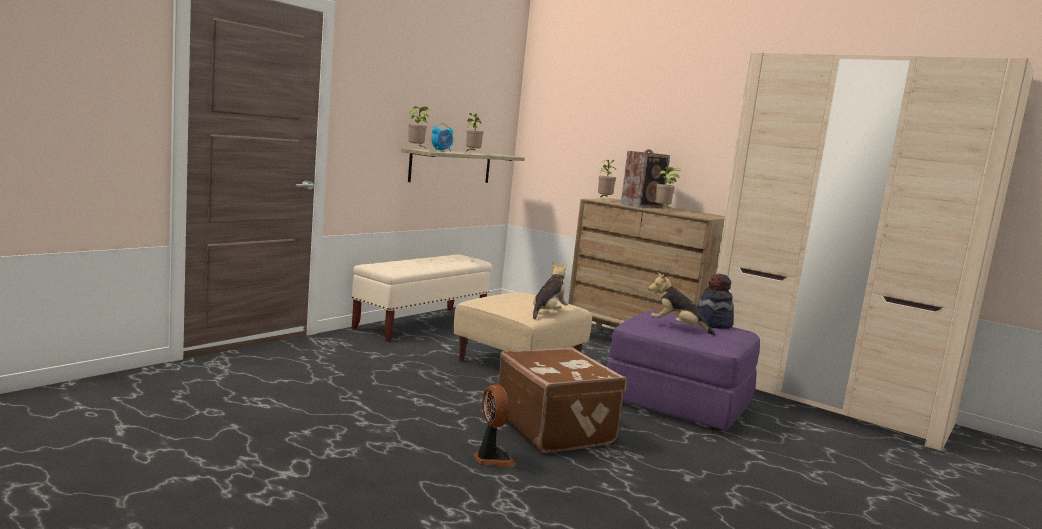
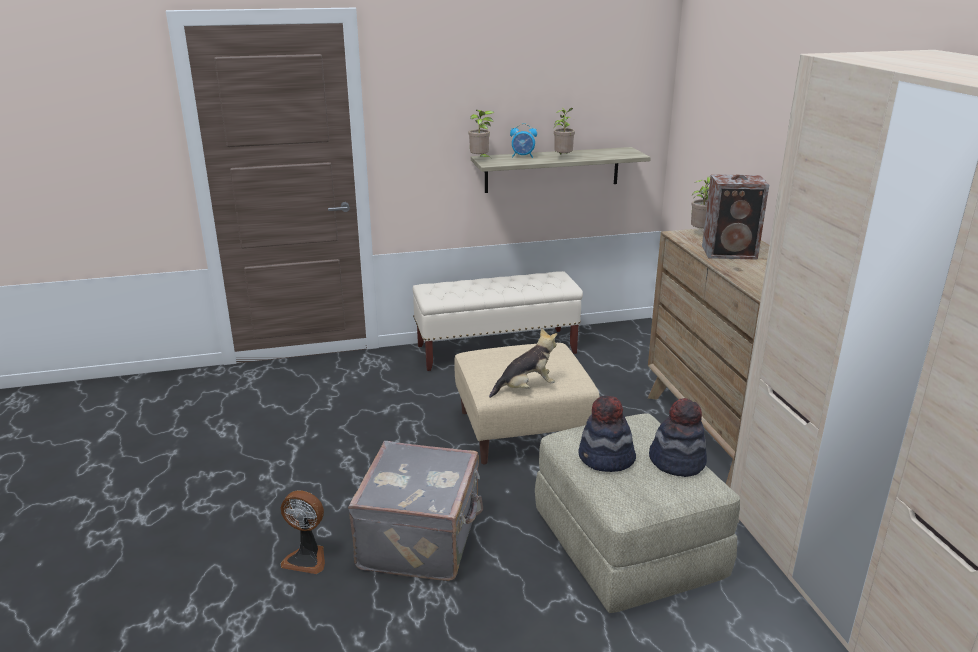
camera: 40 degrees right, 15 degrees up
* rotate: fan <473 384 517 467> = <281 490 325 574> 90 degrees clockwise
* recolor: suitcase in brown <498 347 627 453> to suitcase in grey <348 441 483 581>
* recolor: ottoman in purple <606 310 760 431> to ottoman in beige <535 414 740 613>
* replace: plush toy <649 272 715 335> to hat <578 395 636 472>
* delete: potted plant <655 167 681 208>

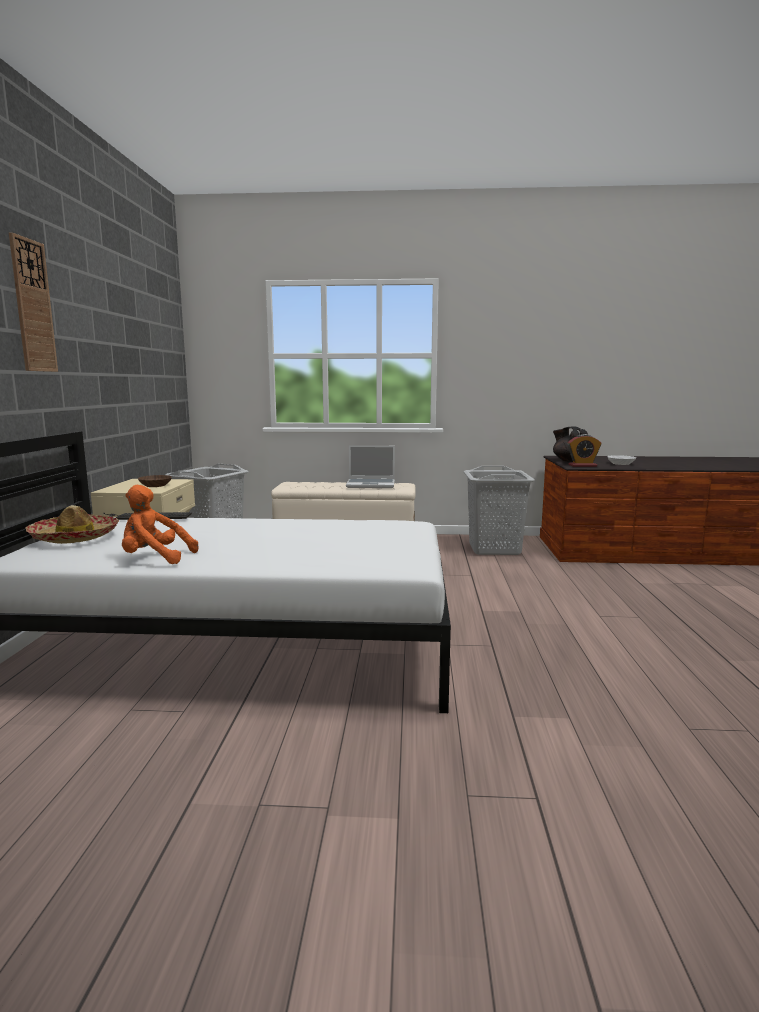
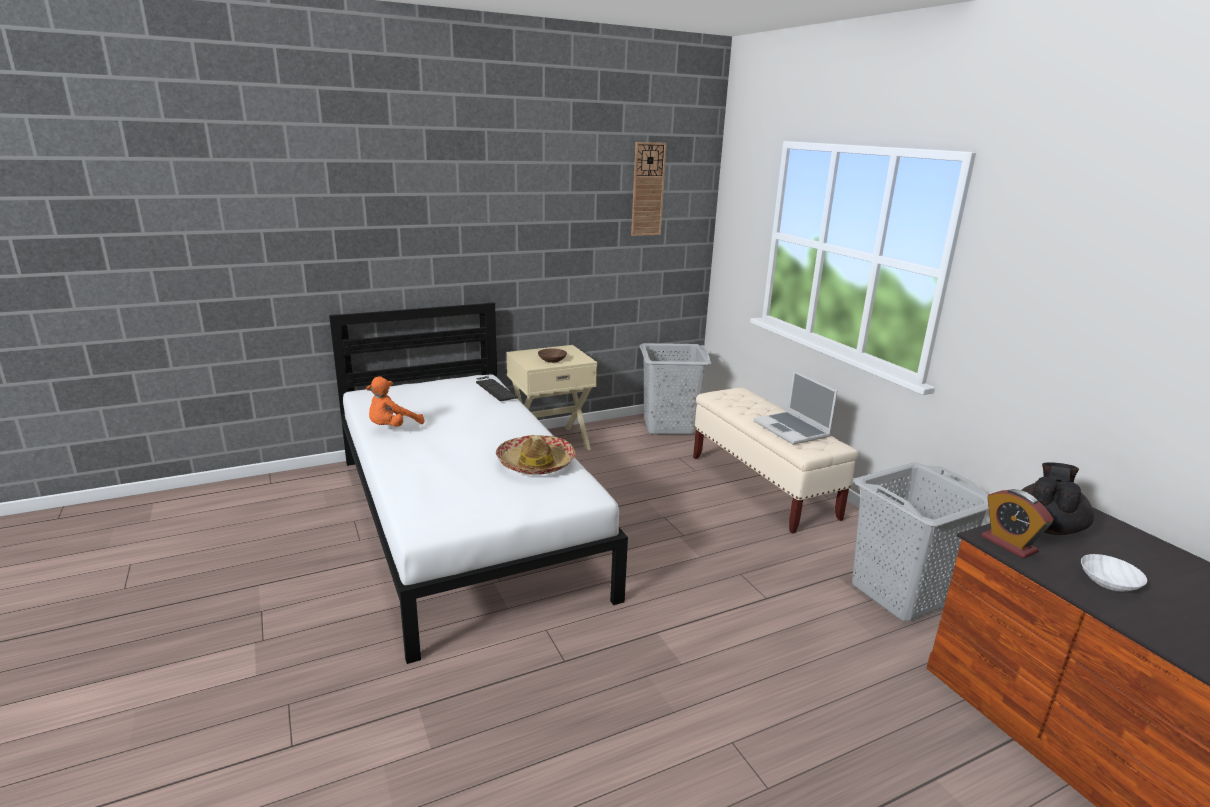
camera: 60 degrees right, 10 degrees up
* rotate: plush toy in orange <122 485 199 564> = <366 377 424 427> 120 degrees counterclockwise
* move: hat <26 505 119 544> to <496 435 575 475>
* move: wall clock <9 232 58 372> to <631 142 667 236>

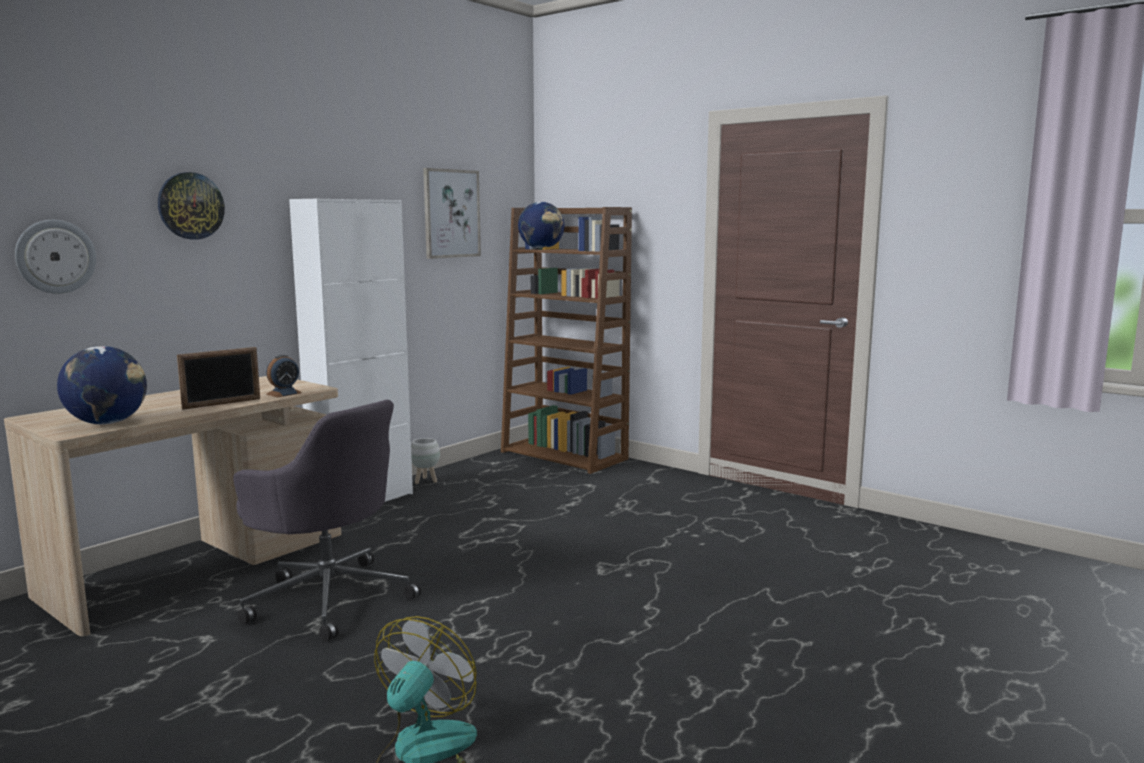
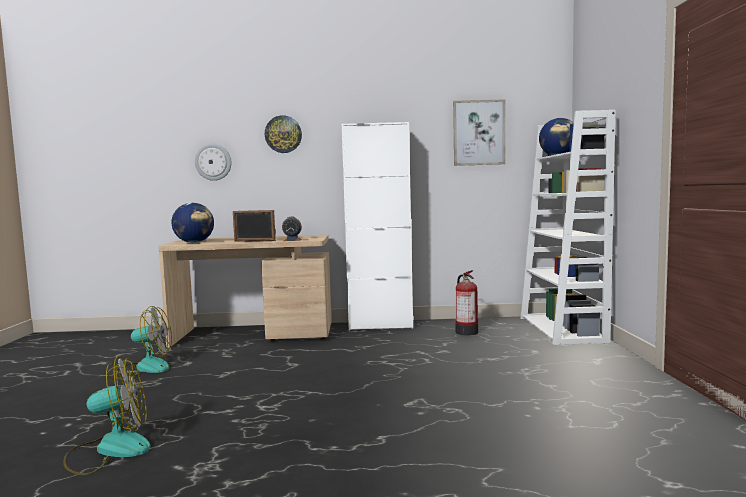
camera: 50 degrees right, 5 degrees down
* insert: fan <113 306 172 380>
* insert: fire extinguisher <455 270 478 335>
* recolor: bookcase in brown <501 207 632 474> to bookcase in white <520 110 616 345>
* delete: office chair in grey <233 400 421 641>
* delete: planter in white <411 438 440 484>

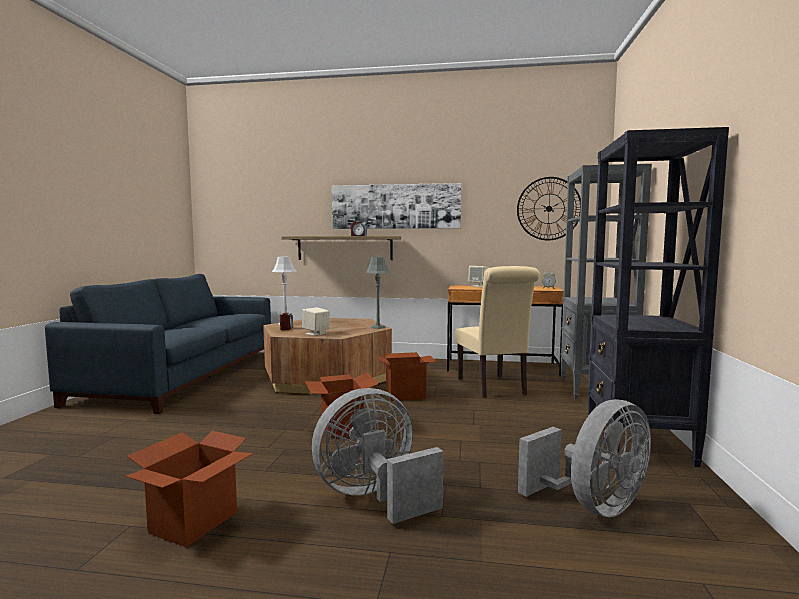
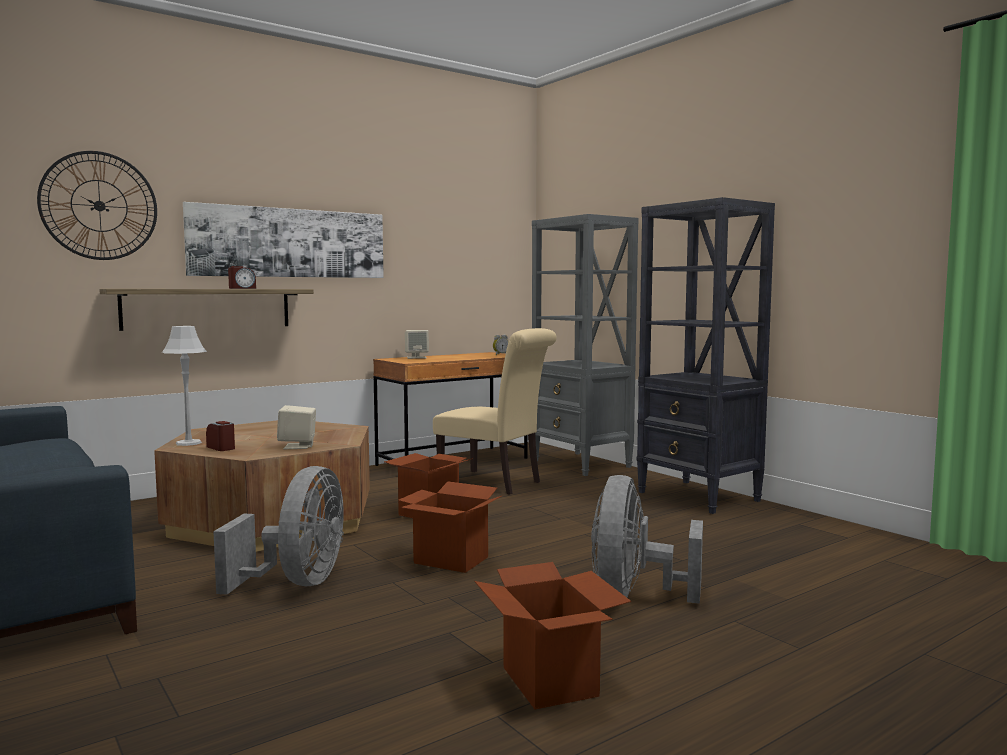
camera: 45 degrees left, 0 degrees up
* move: wall clock <517 177 581 240> to <37 151 157 260>
* move: fan in grey <518 399 651 517> to <213 466 344 595>
* delete: table lamp in grey <365 257 391 329>

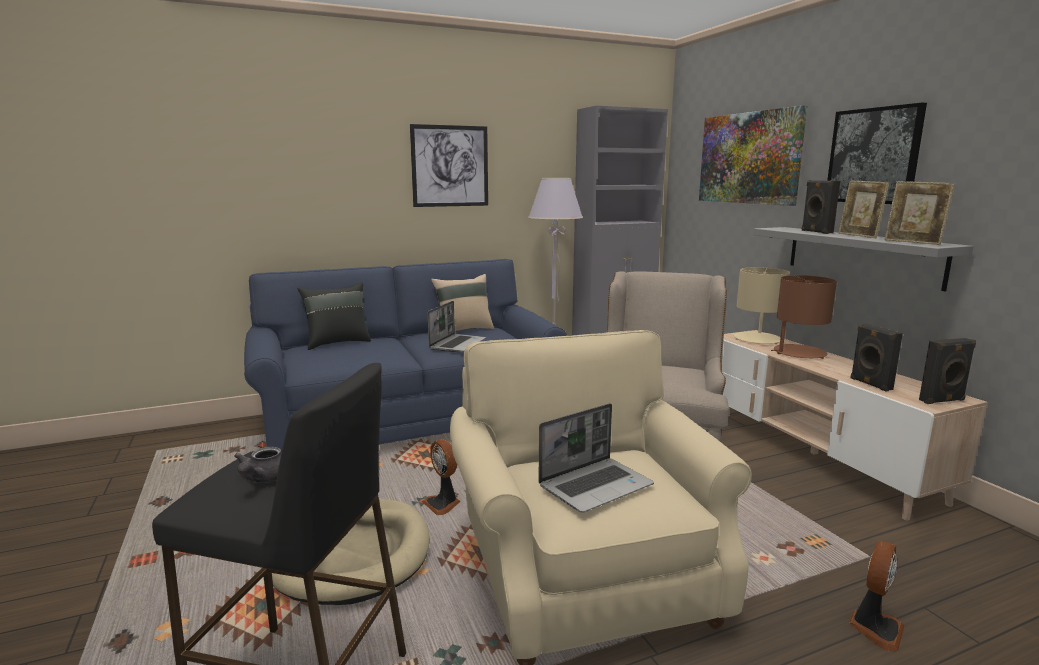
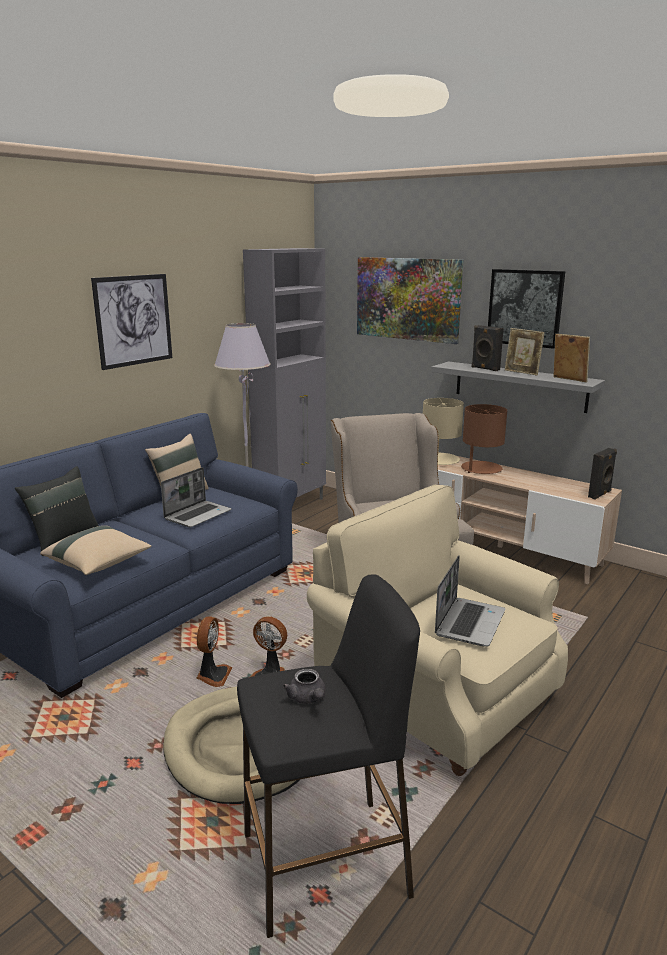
camera: 30 degrees left, 5 degrees up
* insert: pillow in beige <40 526 152 575>
* rotate: laptop <428 301 486 353> = <161 467 232 527> 45 degrees clockwise
* move: fan <849 541 905 652> to <196 617 232 687>
* rotate: picture frame <885 181 955 245> = <553 334 590 383> 150 degrees counterclockwise
* delete: speaker in black <851 323 903 392>

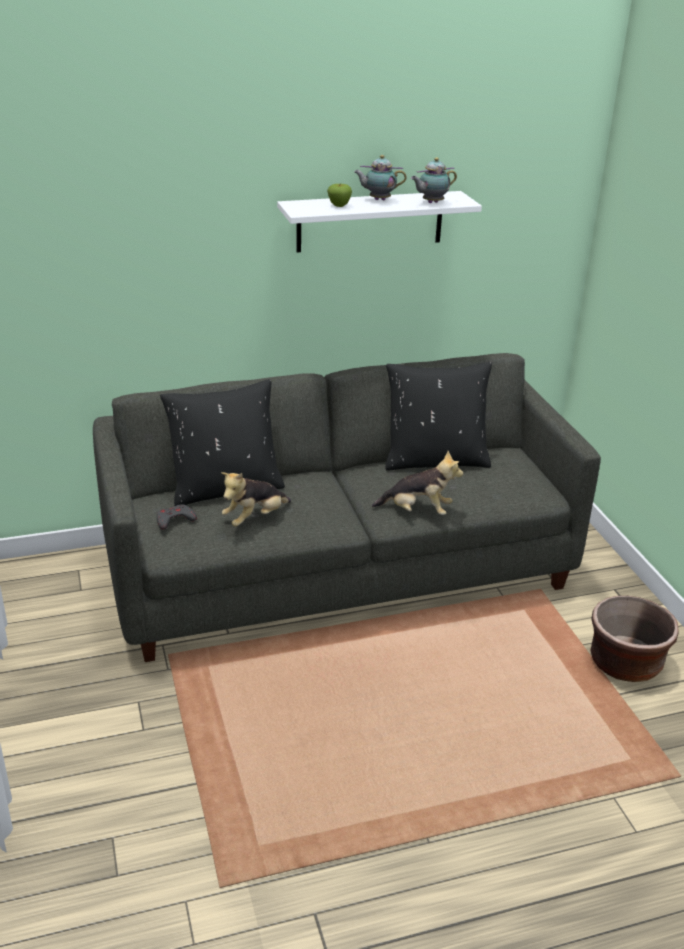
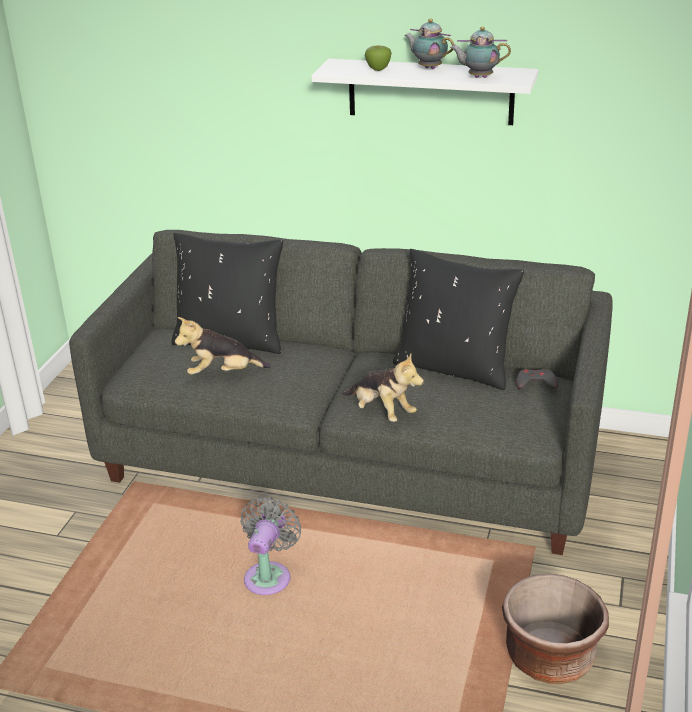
camera: 35 degrees right, 0 degrees up
* insert: fan in grey <240 497 301 595>
* move: game controller in grey <157 504 197 530> to <516 369 558 389>

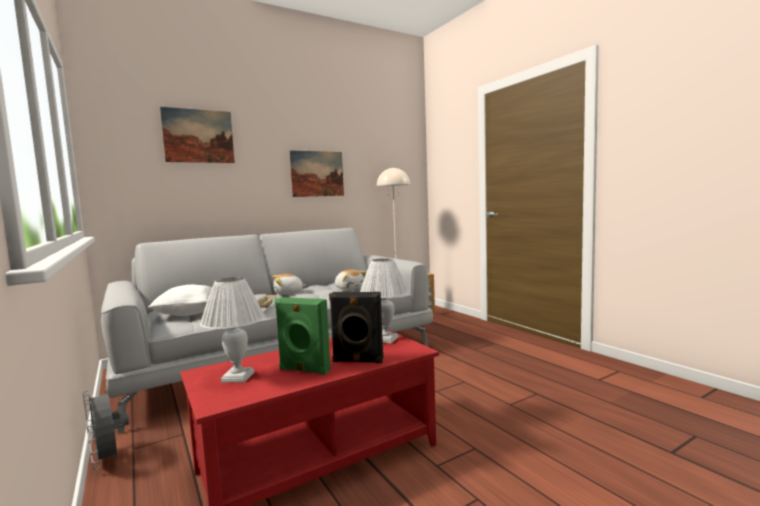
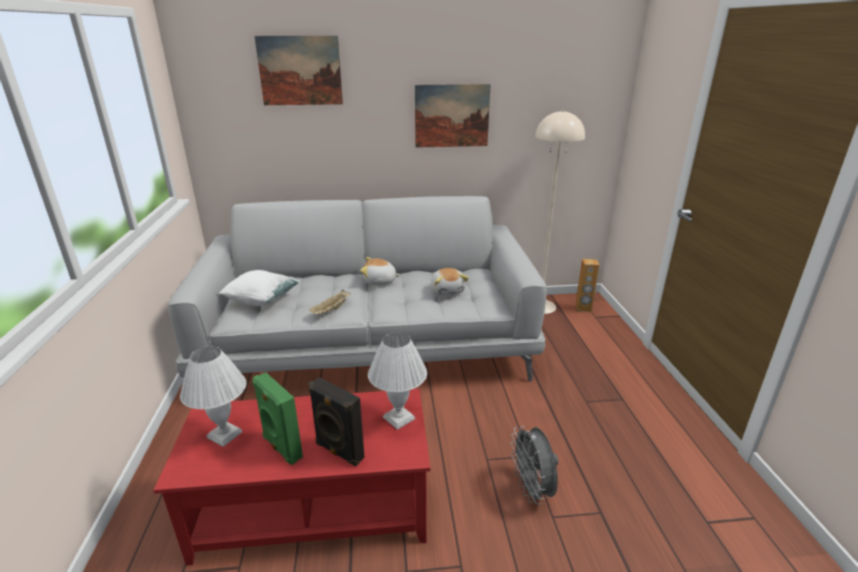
camera: 25 degrees right, 20 degrees up
* move: fan in grey <82 390 129 471> to <510 426 558 505>

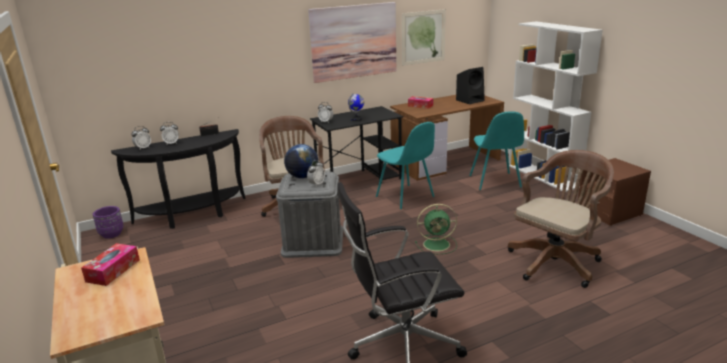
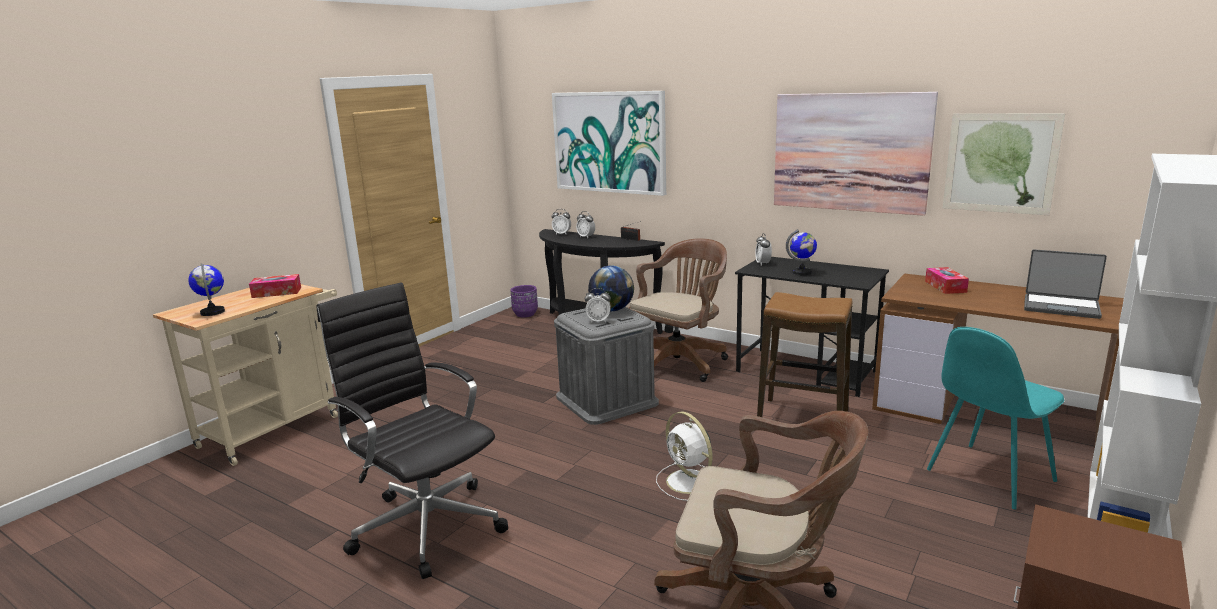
camera: 60 degrees right, 5 degrees down
* insert: globe <188 263 225 316>
* insert: picture <552 91 666 196>
* recolor: fan in green <415 204 457 254> to fan in white <656 412 713 501>
* replace: chair in turquoise <376 122 435 209> to stool <757 292 853 417>
* replace: speaker in black <456 67 485 104> to laptop <1024 249 1107 319>

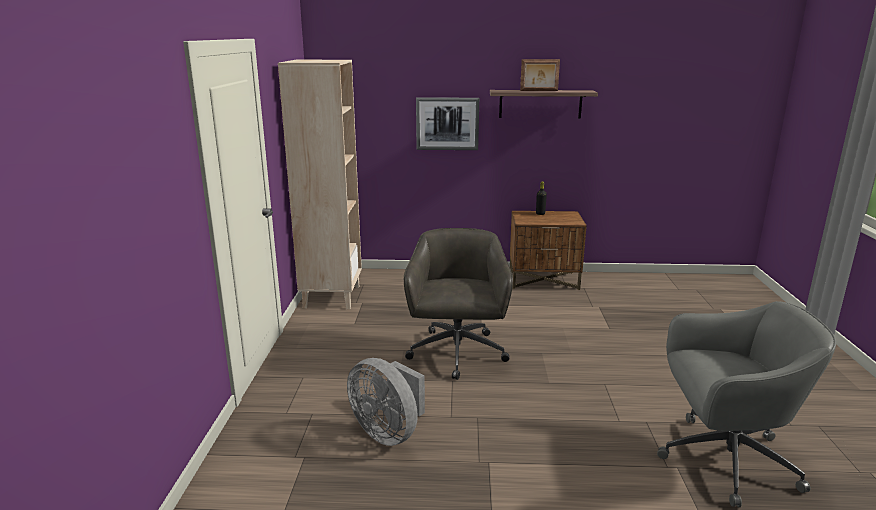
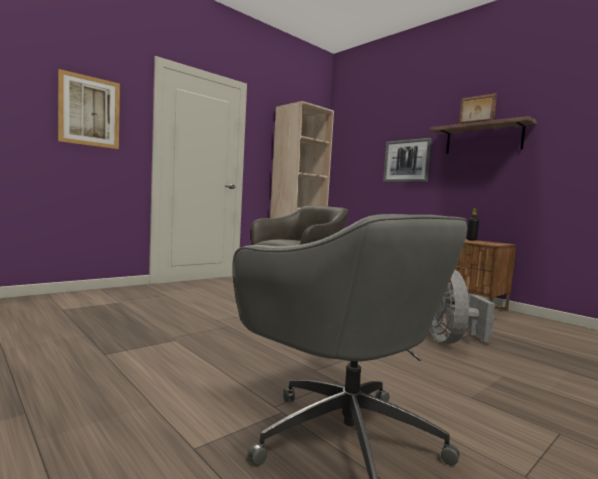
camera: 45 degrees right, 15 degrees down
* insert: picture <58 69 120 149>
* move: fan in grey <347 358 425 446> to <429 270 495 344>

